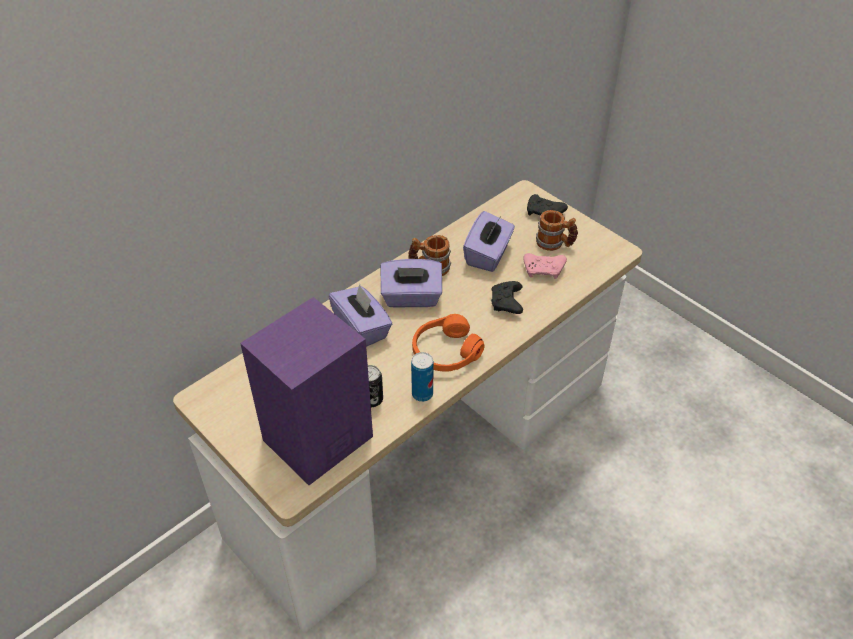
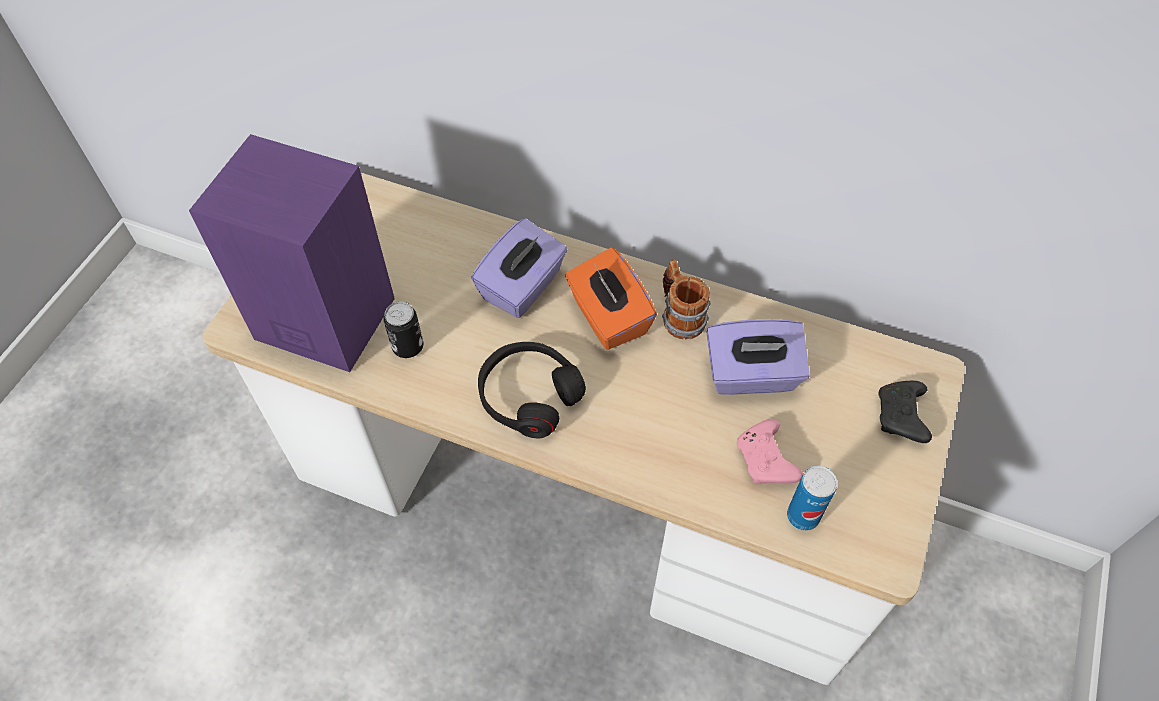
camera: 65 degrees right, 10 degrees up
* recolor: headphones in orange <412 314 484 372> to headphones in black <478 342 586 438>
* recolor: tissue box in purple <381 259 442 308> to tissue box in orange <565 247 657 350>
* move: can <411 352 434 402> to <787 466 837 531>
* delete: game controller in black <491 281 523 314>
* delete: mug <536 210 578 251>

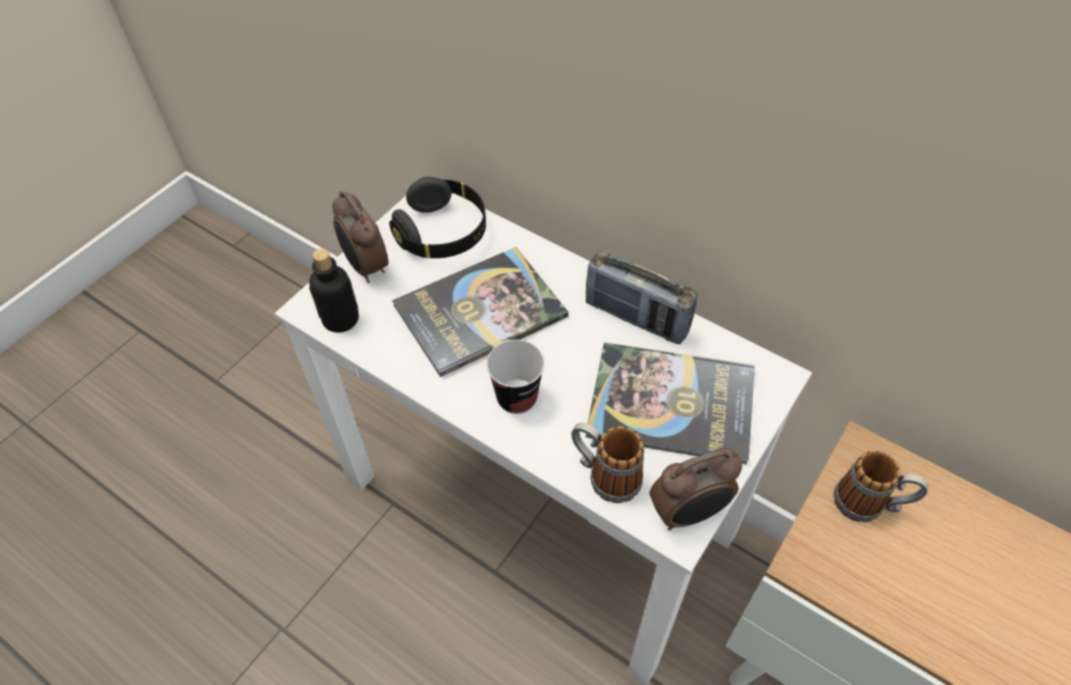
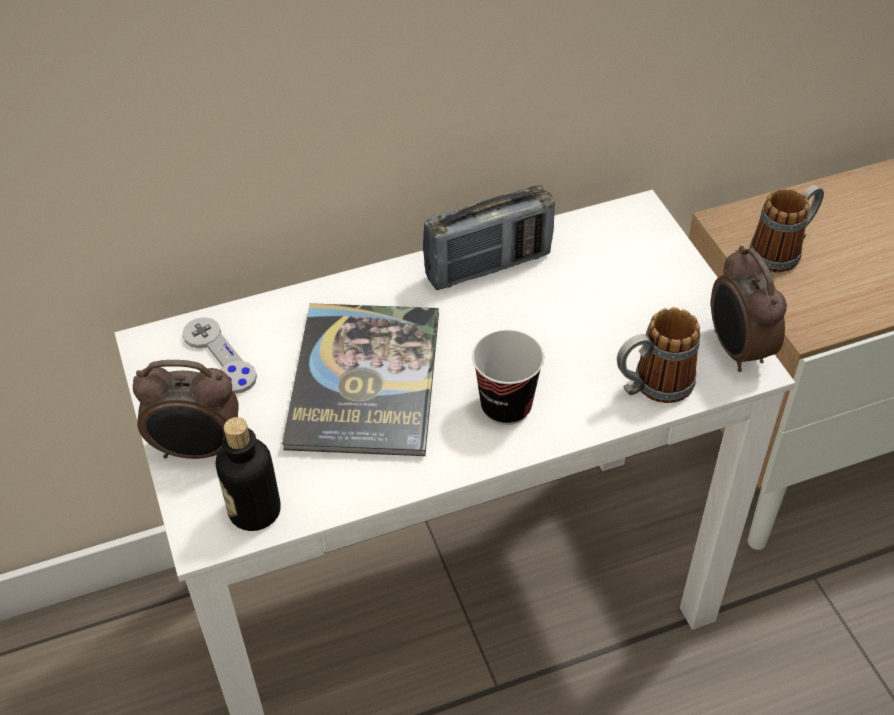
camera: 55 degrees left, 5 degrees down
* replace: headphones in black <389 177 486 258> to game controller in grey <182 317 257 394>
* rotate: alarm clock <650 447 742 531> = <711 246 787 372> 150 degrees clockwise
* delete: book <585 342 755 465>

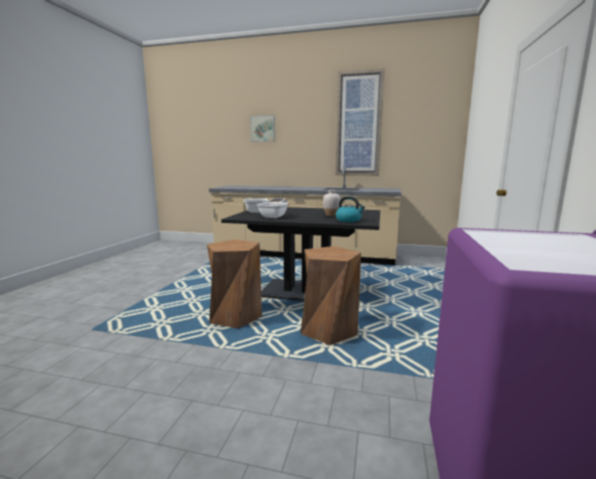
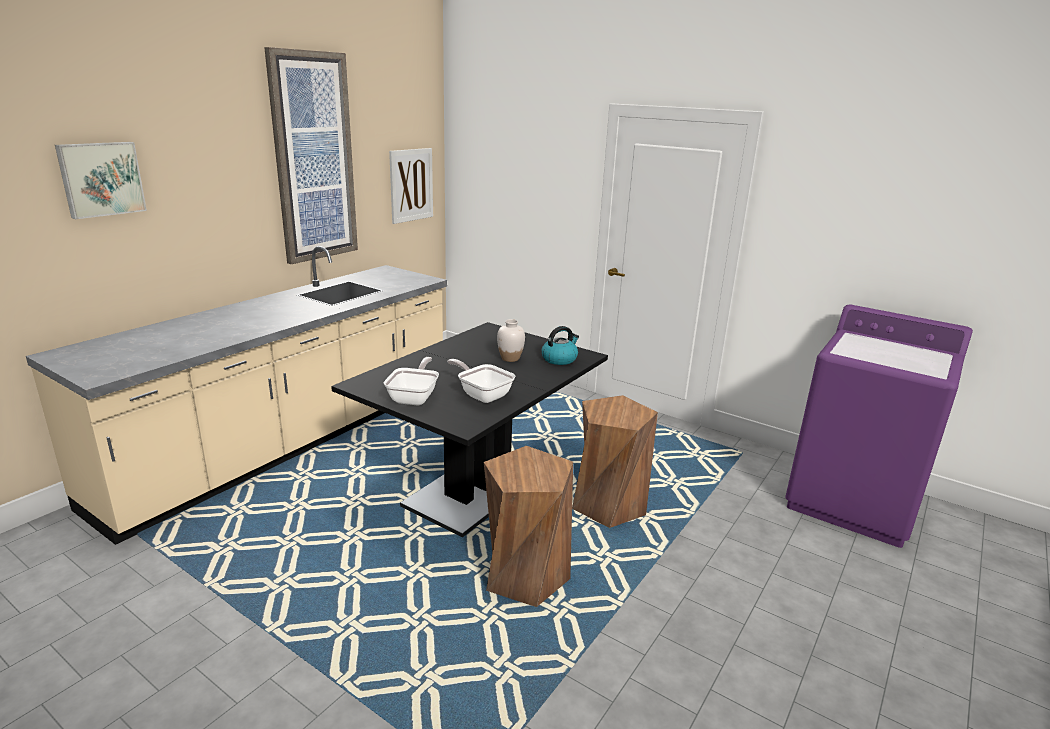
camera: 70 degrees left, 10 degrees up
* insert: picture <389 148 433 224>

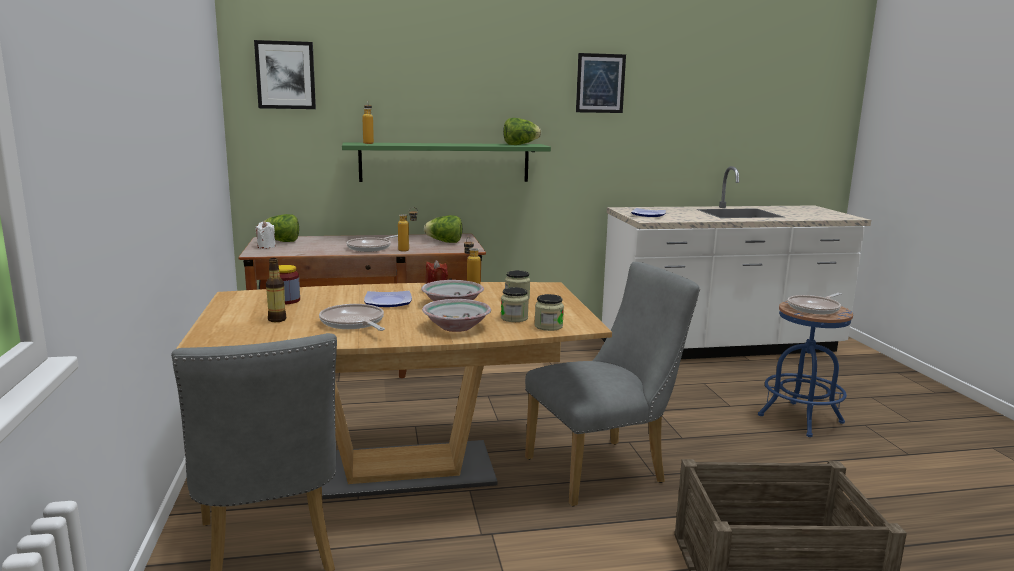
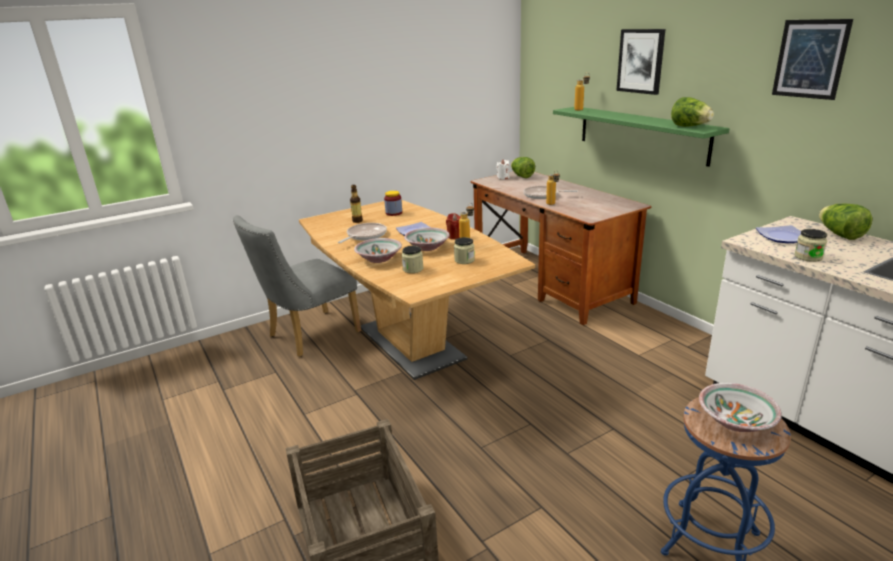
camera: 70 degrees right, 10 degrees up
* move: picture <254 40 316 109> to <616 29 665 95>
* replace: frying pan <788 293 842 314> to bowl <699 383 782 432>
* move: jar <535 294 564 331> to <795 229 827 262>
* move: lettuce <424 215 462 243> to <819 204 872 240>
* delete: chair in grey <525 262 700 506>

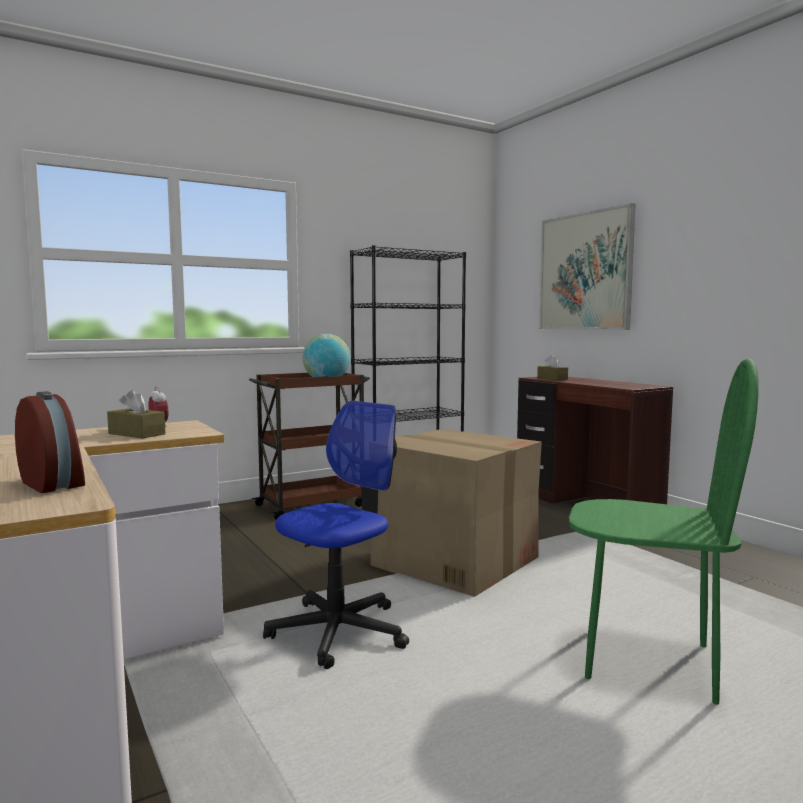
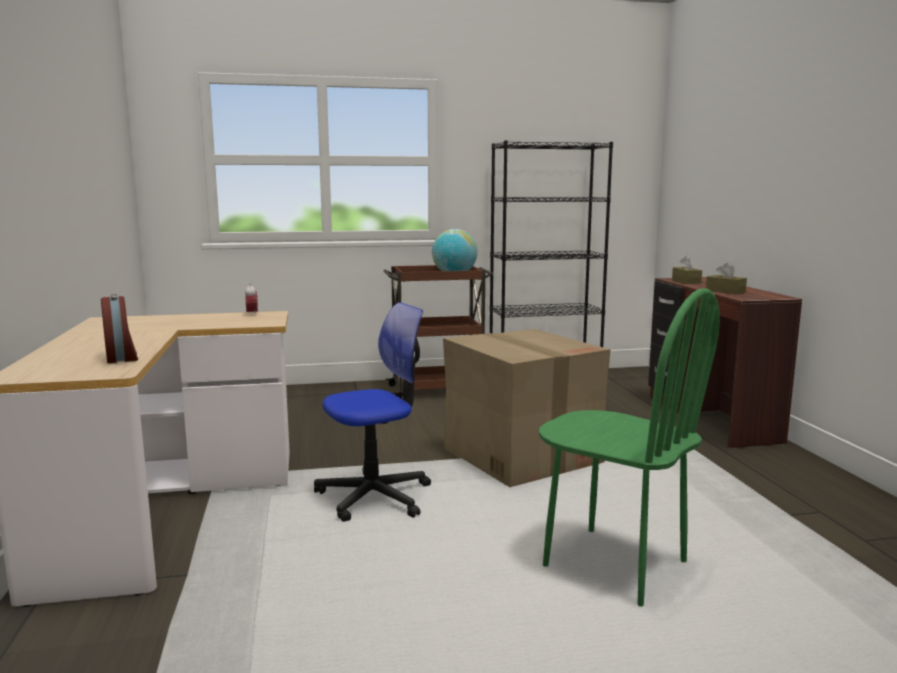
camera: 20 degrees right, 5 degrees up
* move: tissue box in brown <107 390 166 438> to <706 263 747 294>
* delete: picture <539 203 636 330>

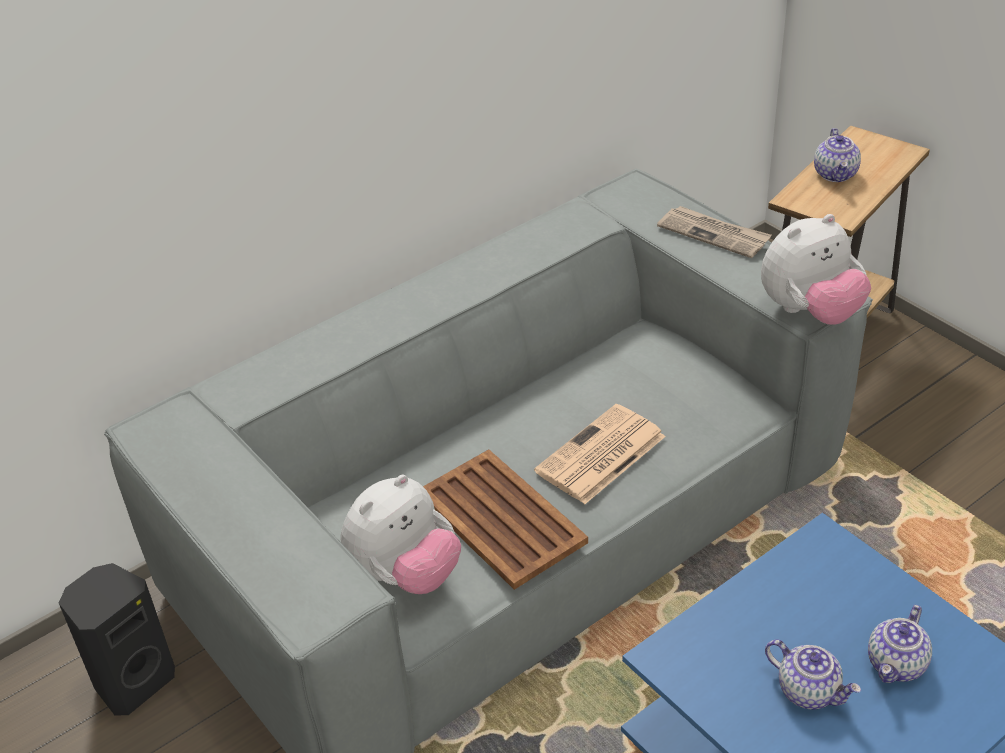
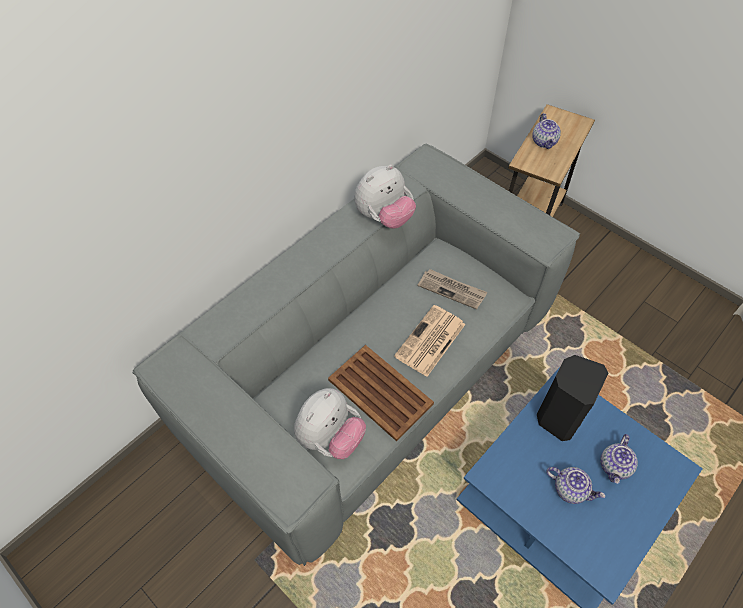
camera: 10 degrees left, 15 degrees up
* move: plush toy <761 214 871 325> to <354 165 416 229>
* move: newspaper <657 206 771 258> to <417 269 487 310>
* move: speaker in black <59 563 175 716> to <537 355 609 441>

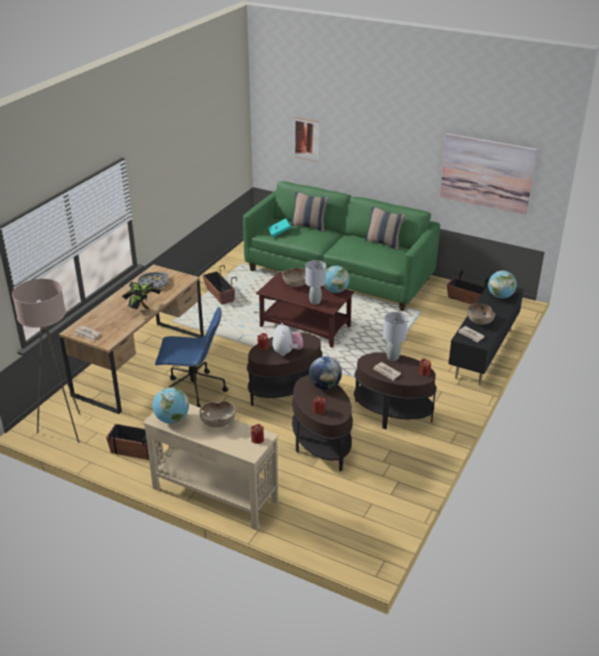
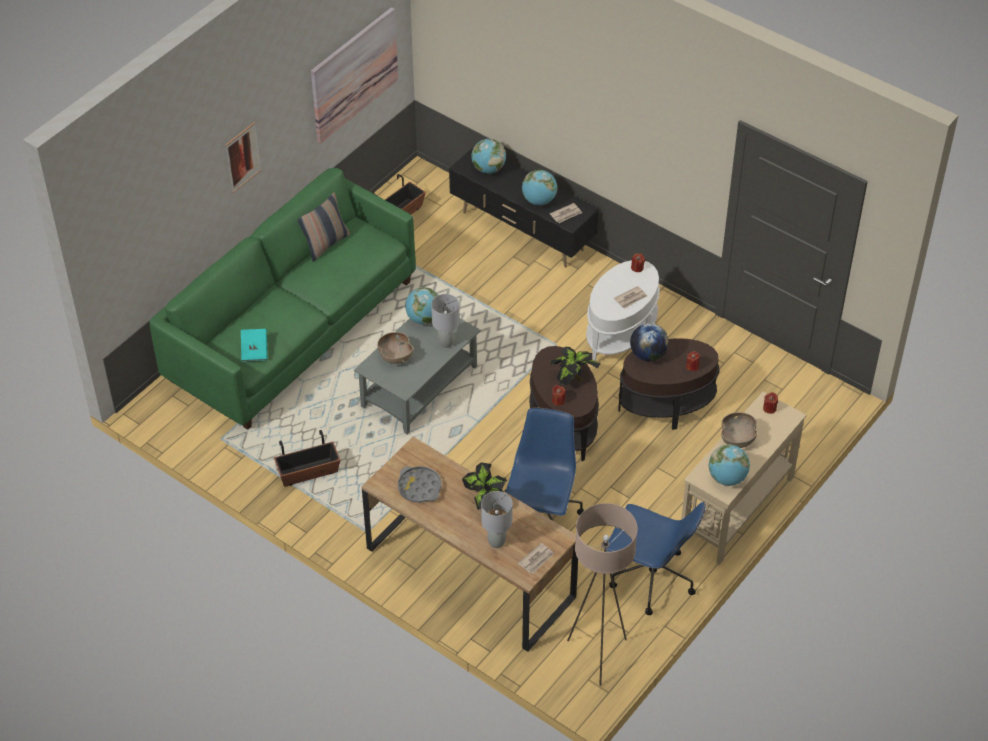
camera: 80 degrees left, 15 degrees up
* move: picture <294 117 319 162> to <226 122 261 193>
* recolor: coffee table in brown <256 272 355 347> to coffee table in grey <354 312 481 435>
* move: table lamp in grey <383 312 408 361> to <481 491 513 548>
* replace: bowl in brown <467 304 495 325> to globe <522 170 557 205>
* replace: plush toy <272 323 303 356> to potted plant <550 347 600 385>
* recolor: side table in brown <354 353 436 429> to side table in white <586 260 660 361>
* replace: planter <106 424 160 460> to office chair in blue <606 502 706 615>
* delete: pillow <291 192 328 232>

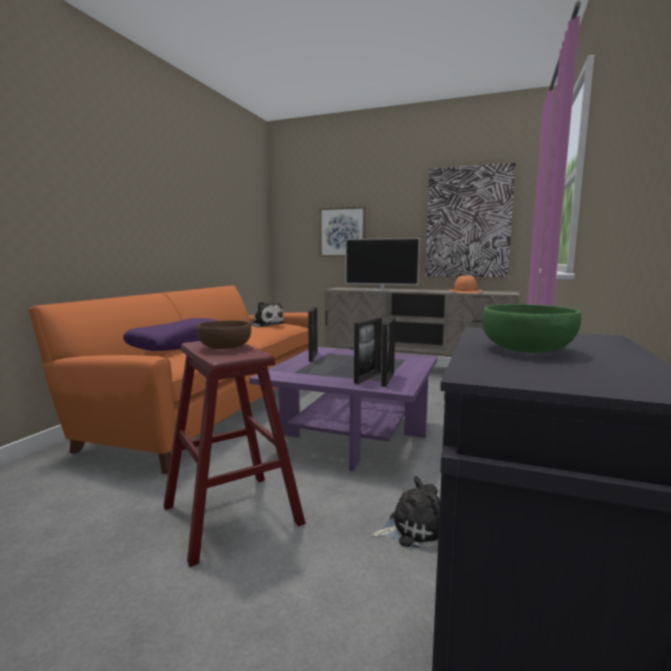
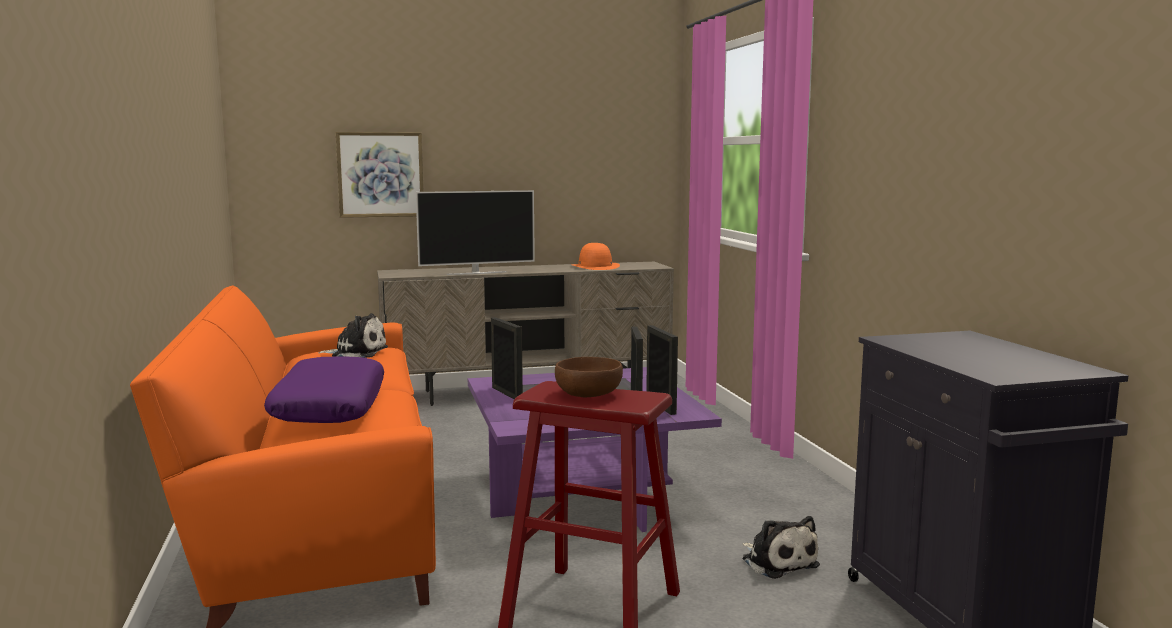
camera: 35 degrees left, 0 degrees up
* rotate: plush toy <372 476 440 549> = <742 516 820 579> 105 degrees clockwise
* delete: picture <425 163 516 277>
* delete: bowl in green <482 304 582 353>

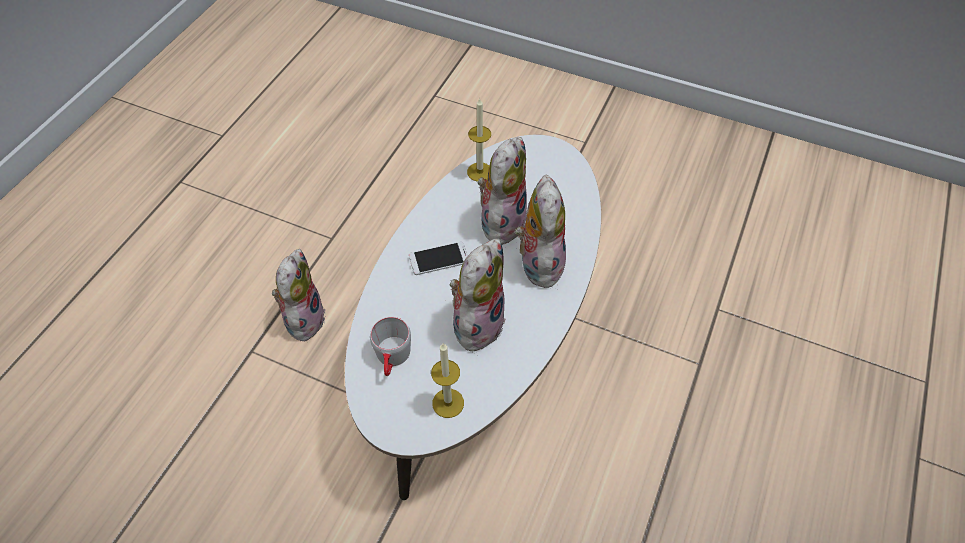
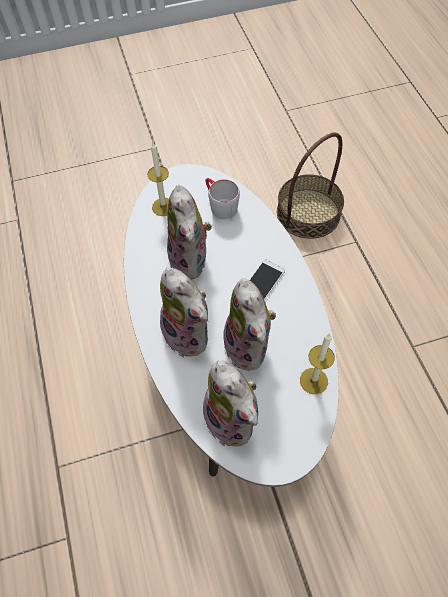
camera: 140 degrees right, 5 degrees up
* move: plush toy <272 249 326 342> to <200 360 258 447>
* insert: basket <277 133 344 239>

